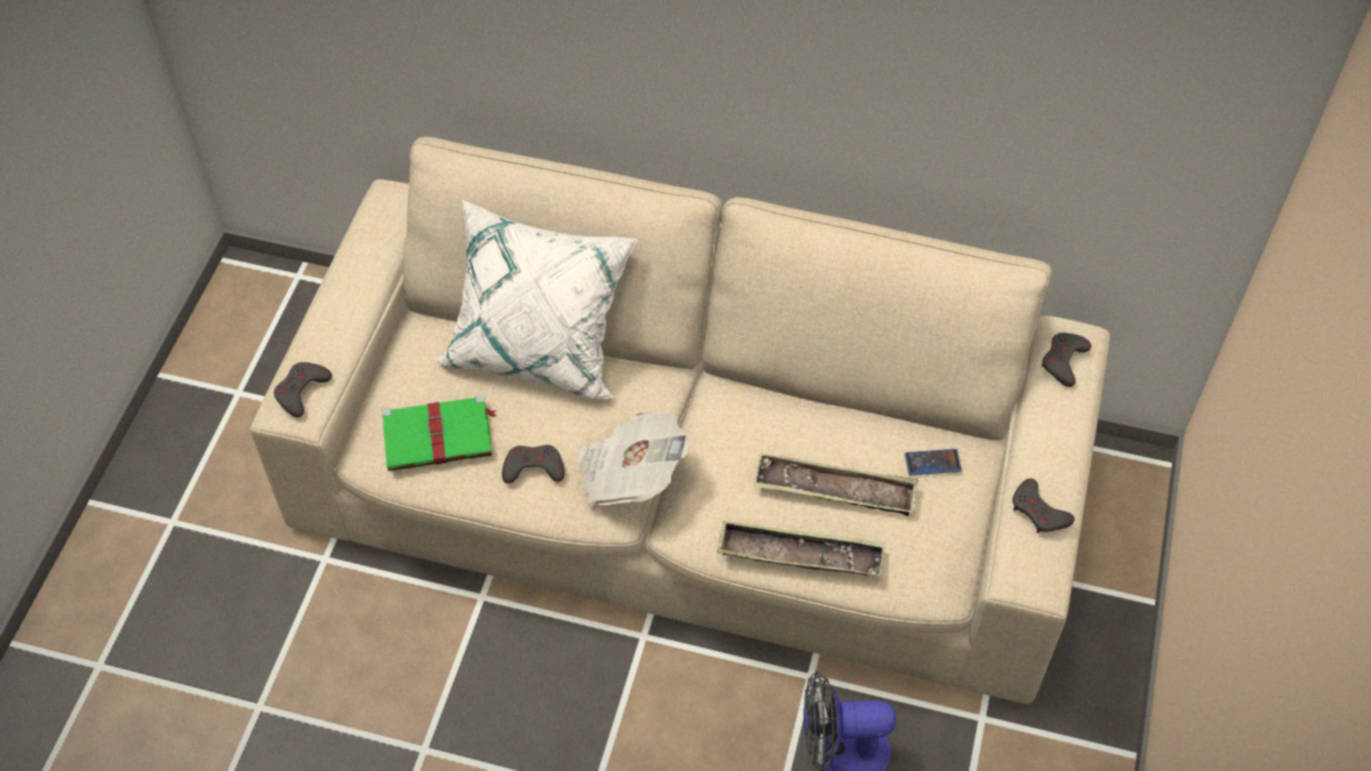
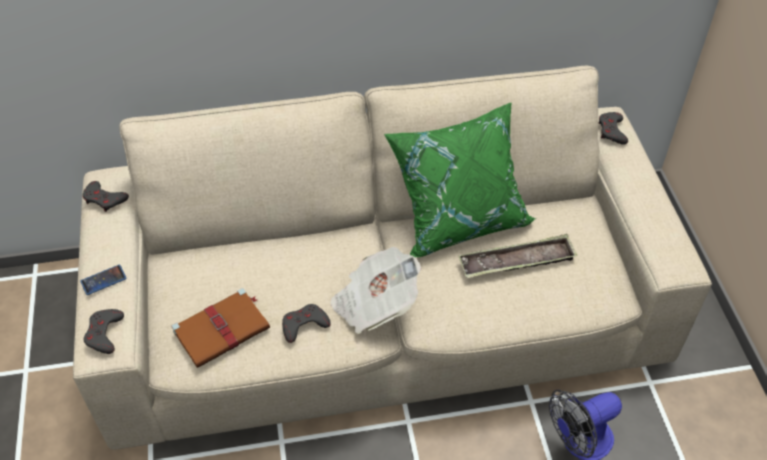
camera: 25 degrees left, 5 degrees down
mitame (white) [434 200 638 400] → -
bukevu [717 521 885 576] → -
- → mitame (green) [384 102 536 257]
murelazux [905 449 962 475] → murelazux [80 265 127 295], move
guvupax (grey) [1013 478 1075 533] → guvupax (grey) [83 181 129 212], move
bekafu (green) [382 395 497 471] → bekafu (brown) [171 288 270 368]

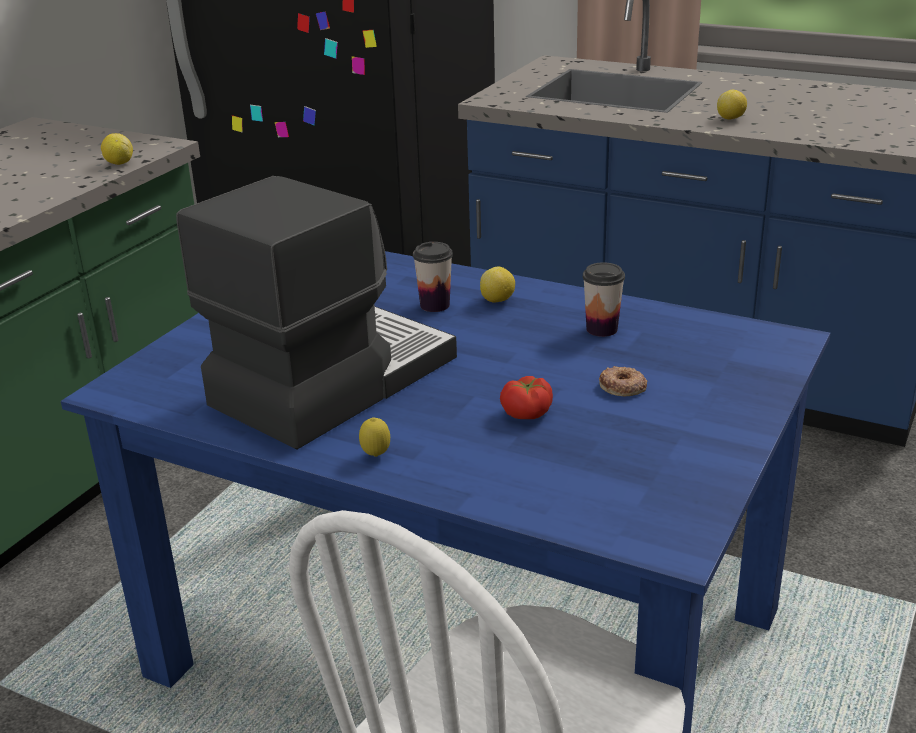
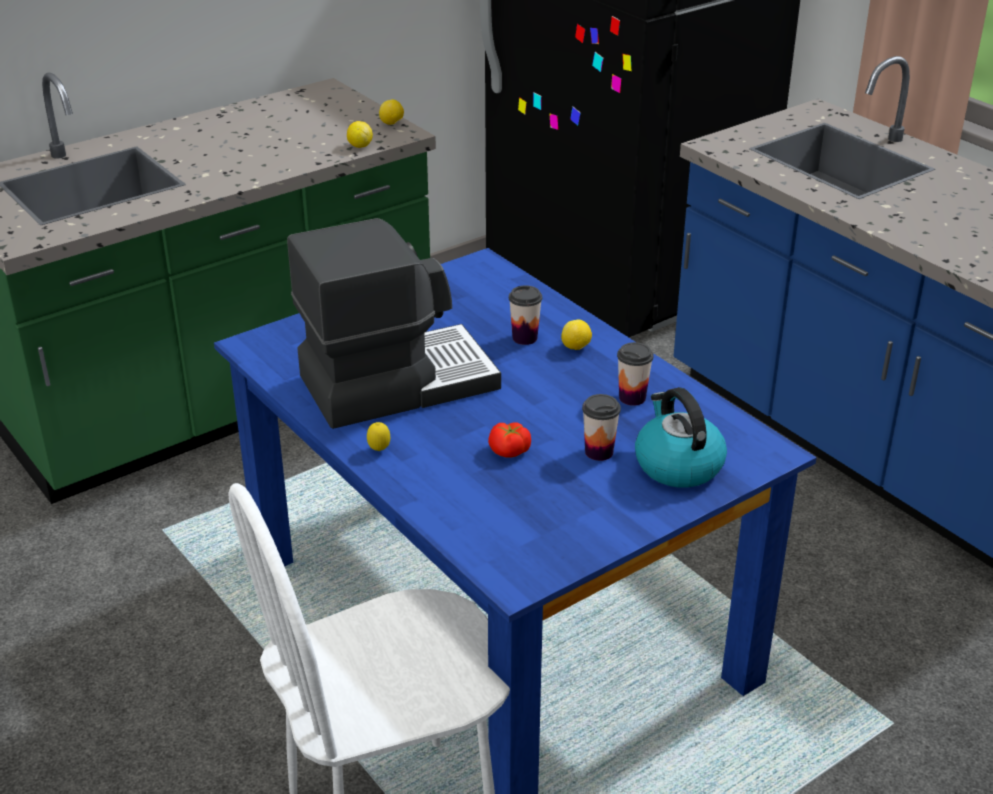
camera: 25 degrees right, 5 degrees up
- → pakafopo [635 387 727 488]
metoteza [717 90 747 120] → metoteza [379 99 404 125], move
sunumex [599 366 647 396] → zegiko [582 394 621 461]

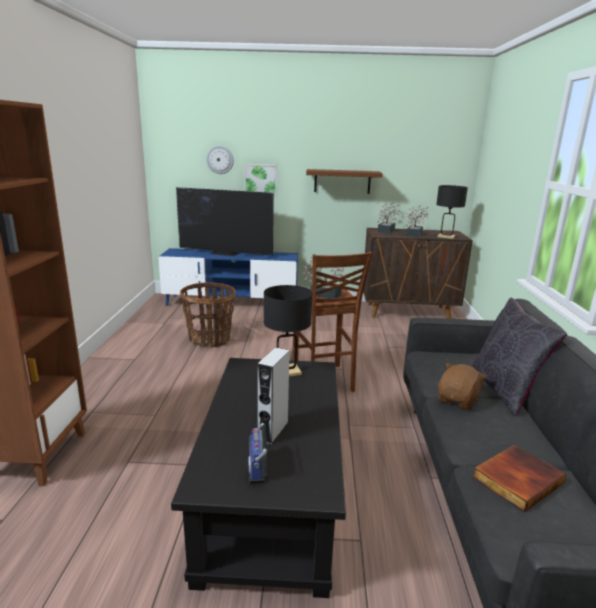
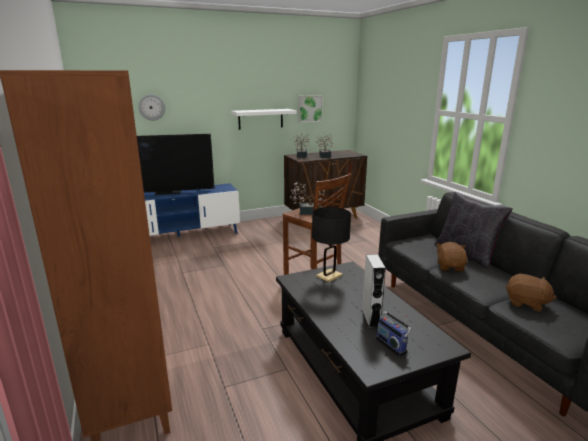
camera: 25 degrees left, 0 degrees up
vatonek [180 282 236 348] → -
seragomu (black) [436 185 468 239] → -
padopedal [244 164 277 198] → padopedal [298 95 323 123], move
bekafu [472 445 566 512] → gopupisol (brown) [505 273 557 312]
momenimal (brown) [306 169 383 194] → momenimal (white) [231 109 297 130]

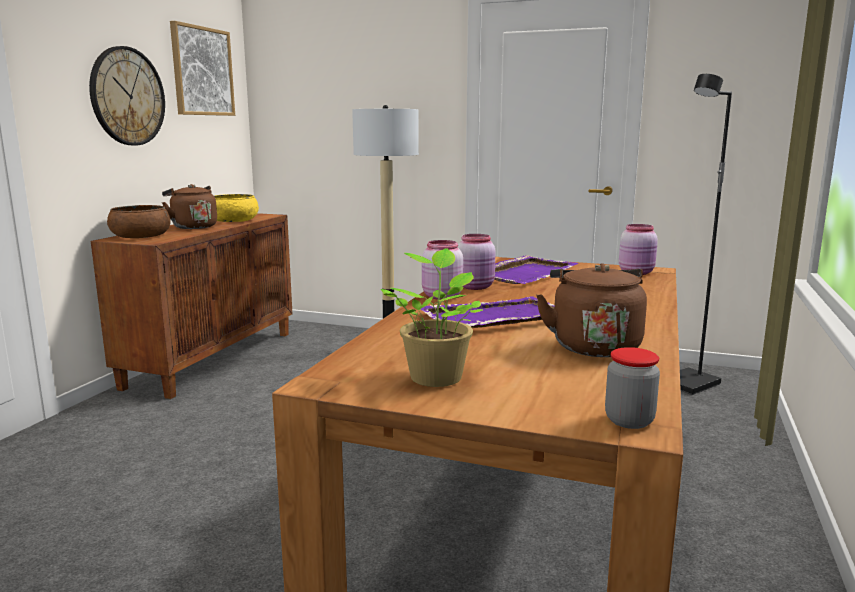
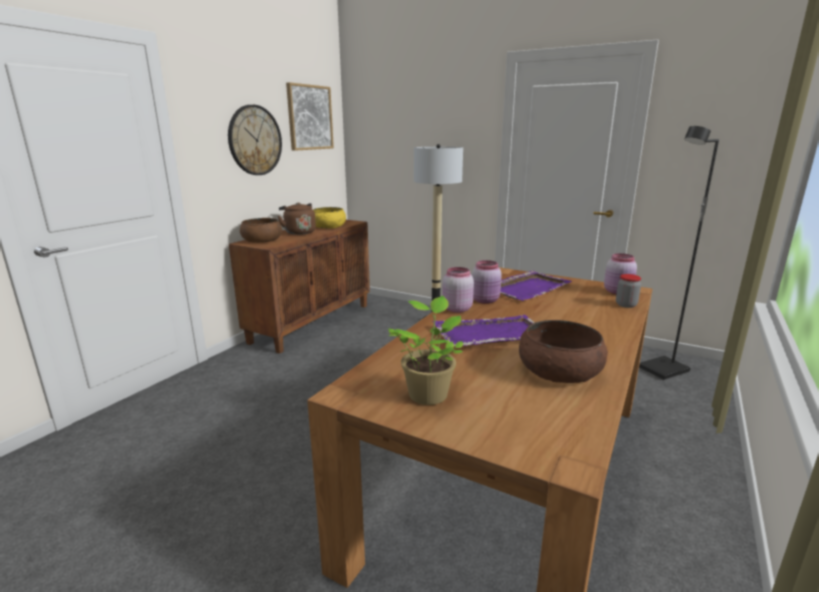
camera: 10 degrees right, 5 degrees up
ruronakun [605 347 660 429] → ruronakun [616 274 641 308], move
pakafopo (brown) [536 263 647 357] → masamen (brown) [519 320 608 383]

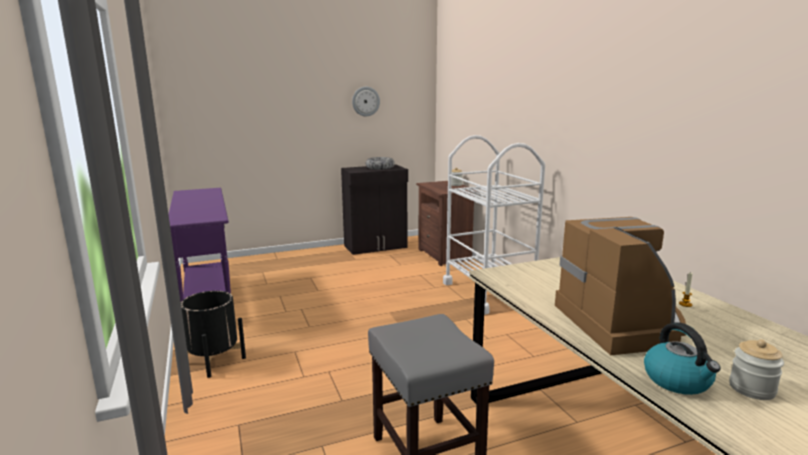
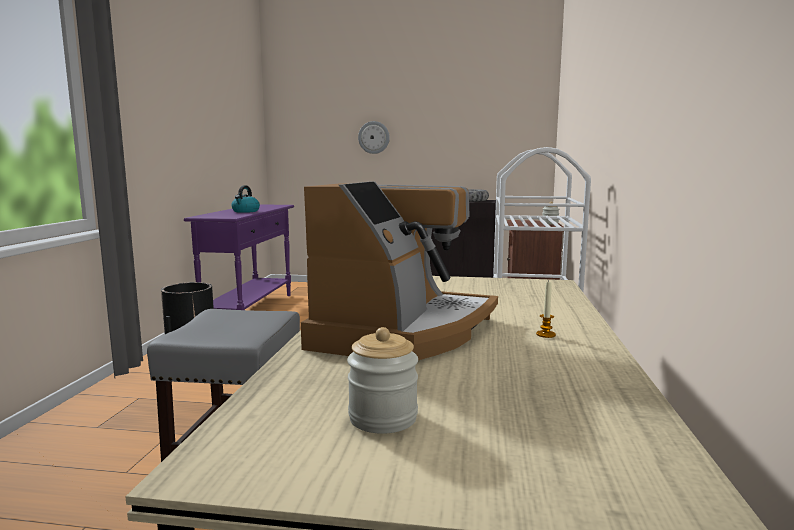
camera: 30 degrees right, 5 degrees down
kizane [352 87 380 116] → kizane [358 121 390 154], move
pakafopo [644 322 721 395] → pakafopo [231 185 260 213], move

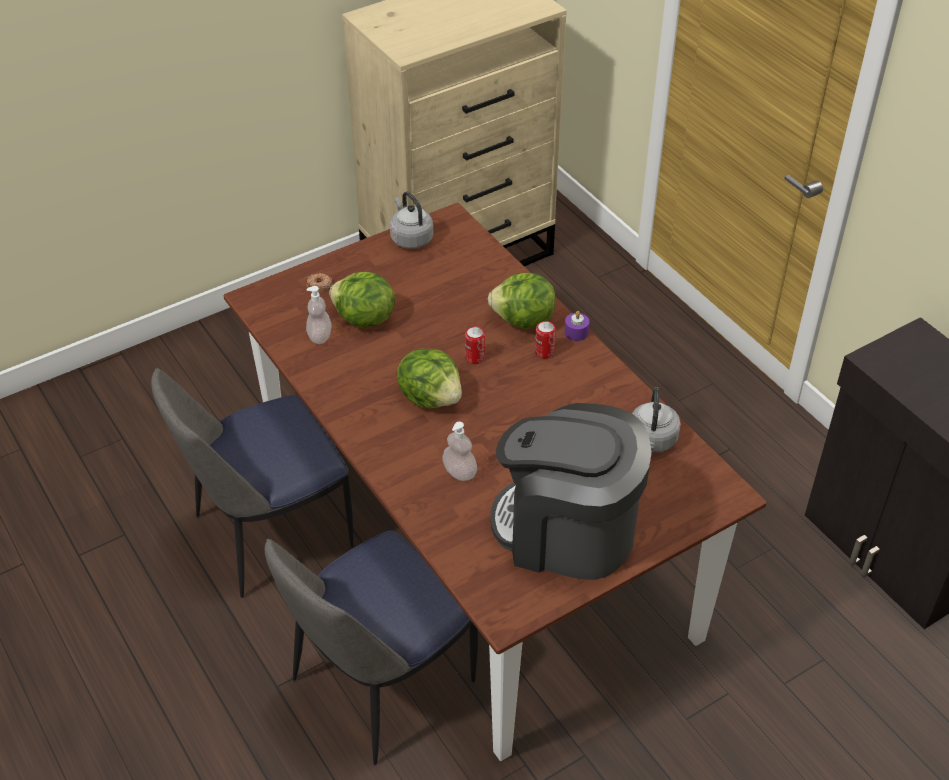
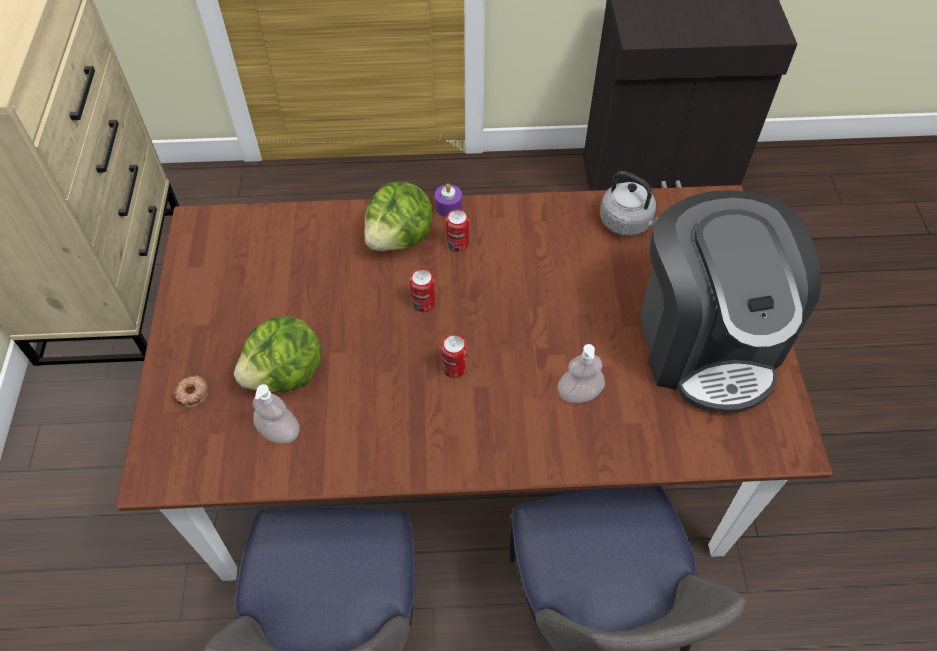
camera: 60 degrees left, 10 degrees up
pakafopo (grey) [390 192 433 249] → -
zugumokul [397 349 462 408] → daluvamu [441 335 467 378]
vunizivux [490 403 652 580] → vunizivux [641 190 821 413], 60 degrees counterclockwise

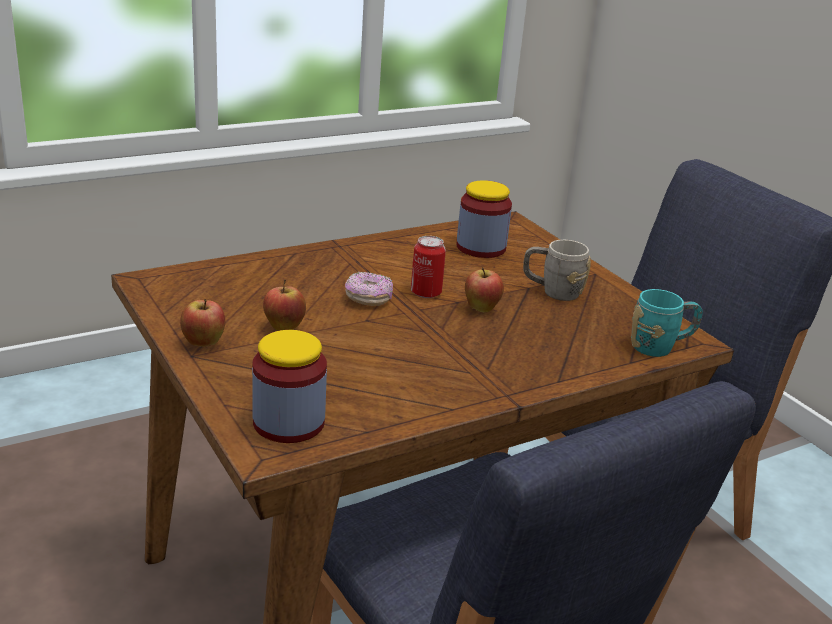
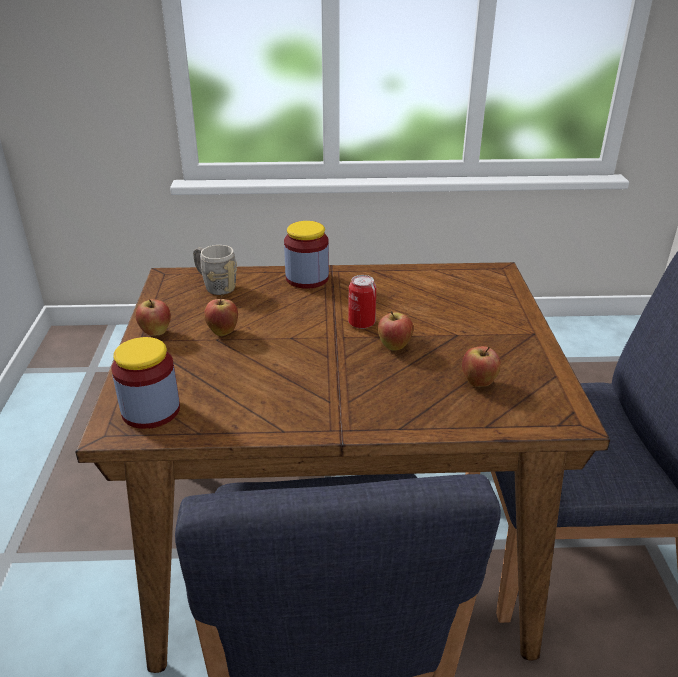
camera: 30 degrees right, 5 degrees up
sunumex [345 272 393 306] → -
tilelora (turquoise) [631 289 703 357] → -
- → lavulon [462 346 501 387]
ruronakun [456 180 512 258] → ruronakun [284 221 329 289], move
tilelora (grey) [523 240 591 301] → tilelora (grey) [193 245 237 295], move

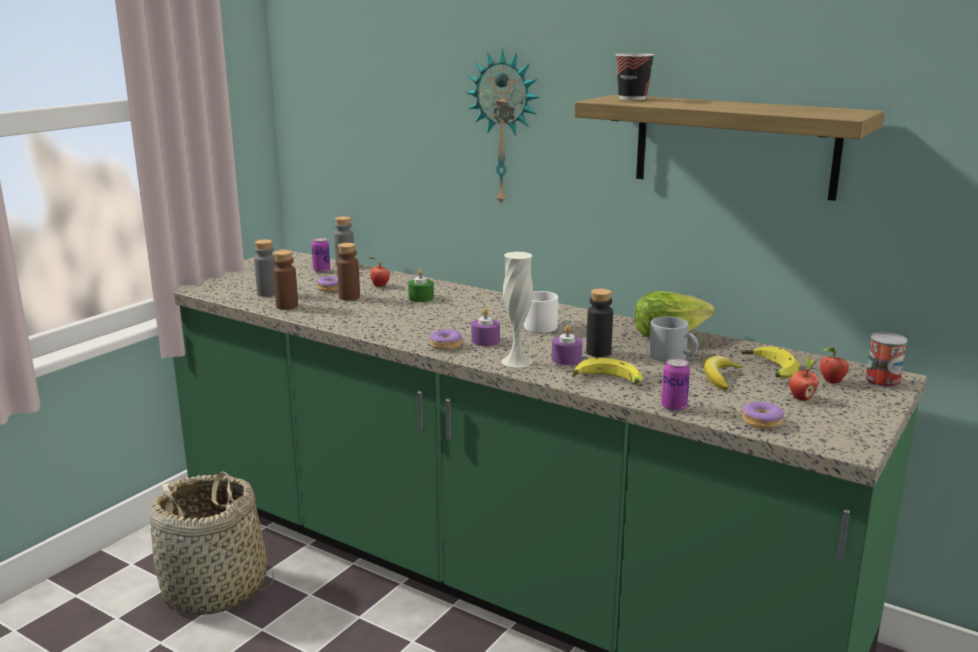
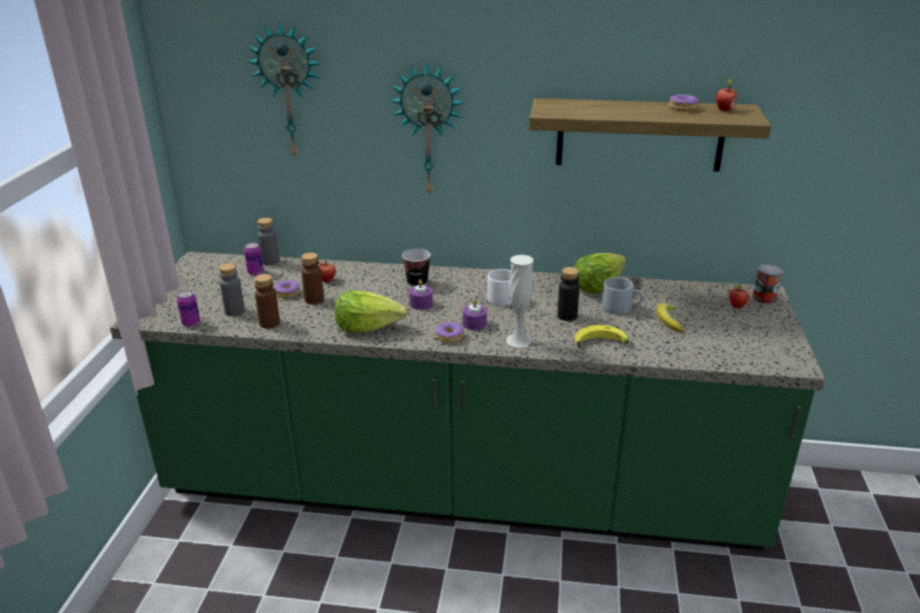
camera: 25 degrees left, 10 degrees up
vatonek [150 472 273 615] → -
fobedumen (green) [408 269 434 302] → -
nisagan [741 346 800 379] → -
- → kizane [247 21 321 158]
- → zugumokul [335 290 407 333]
fobedumen (purple) [552 325 583 365] → fobedumen (purple) [409 279 433 310], move
zegiko [615 53 654 100] → zegiko [402 249 431 287], move
daluvamu [661 358 690 411] → daluvamu [177 290 200 327], move
sunumex [742 401 784 429] → sunumex [669 94 699 111], move
lavulon [789 358 819 401] → lavulon [716 78 737 111], move

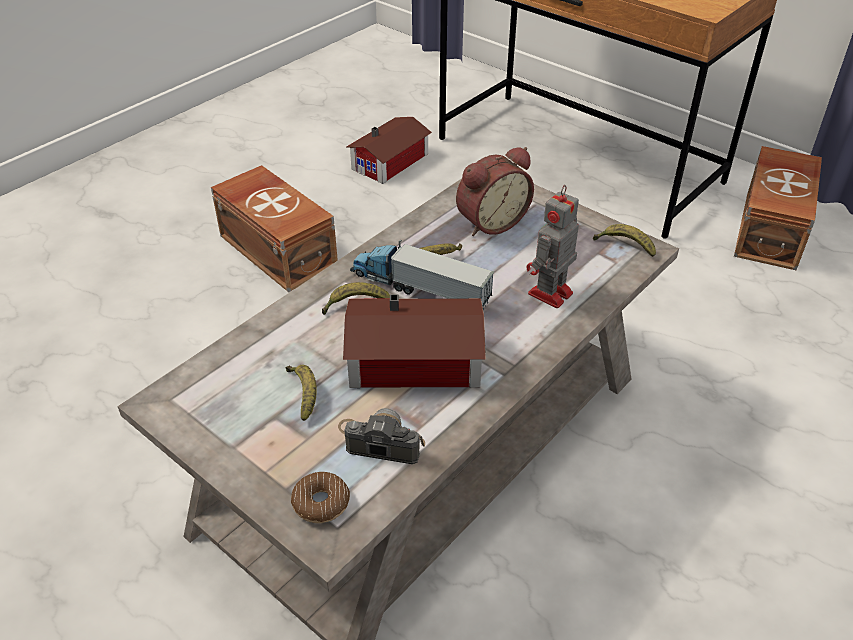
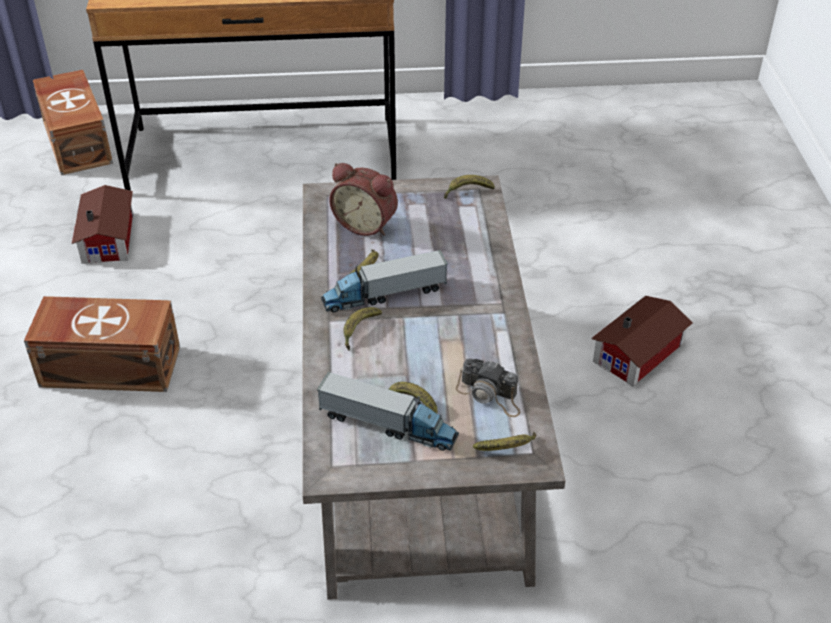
camera: 45 degrees left, 0 degrees up
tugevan [526 185 579 308] → -
- → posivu [317 372 459 451]
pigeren [343 295 486 388] → pigeren [591 296 693 386], move
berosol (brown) [734 146 822 270] → berosol (brown) [33 70 113 175], move
sunumex [291 472 350 523] → nisagan [473 432 537 451]
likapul [338 408 425 464] → likapul [456 358 520 417], 120 degrees counterclockwise
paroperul [456 147 534 236] → paroperul [329 163 398 236], 105 degrees clockwise

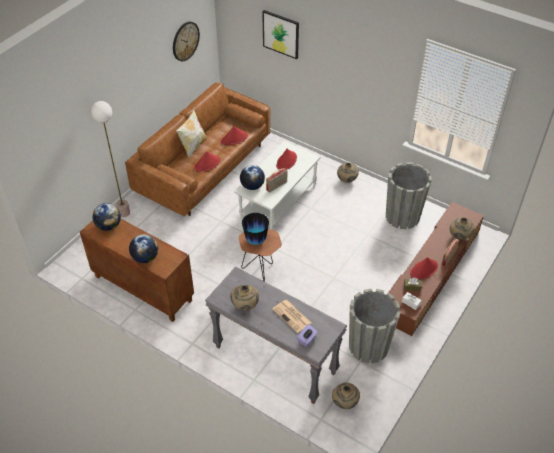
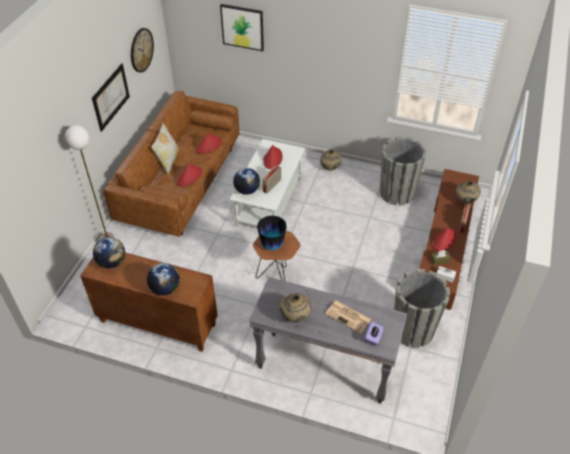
camera: 15 degrees left, 0 degrees up
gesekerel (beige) [332 383 360 409] → -
- → padopedal [92 63 130 132]

